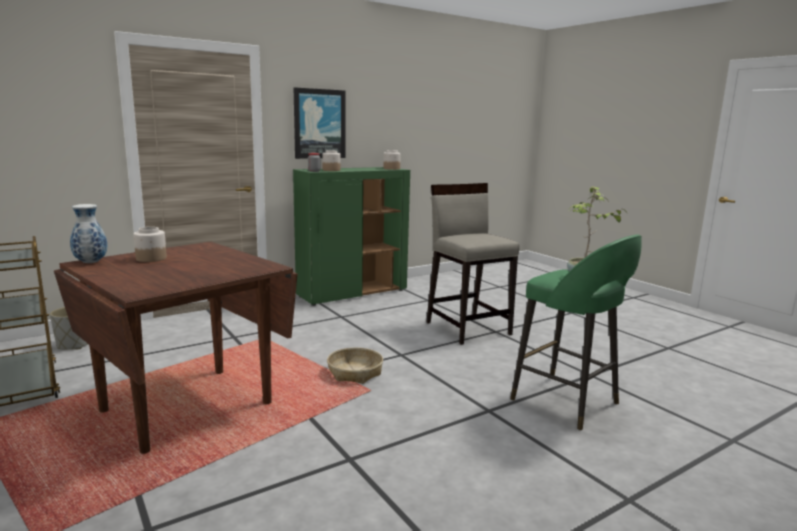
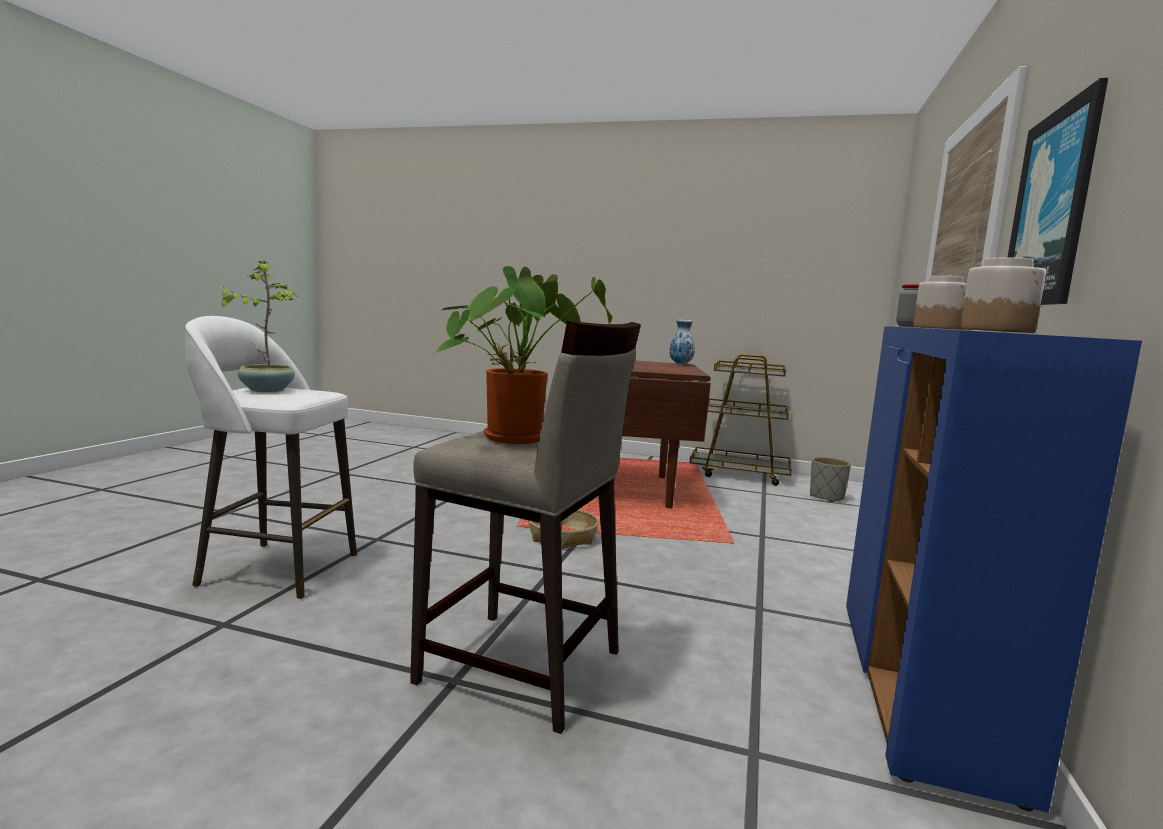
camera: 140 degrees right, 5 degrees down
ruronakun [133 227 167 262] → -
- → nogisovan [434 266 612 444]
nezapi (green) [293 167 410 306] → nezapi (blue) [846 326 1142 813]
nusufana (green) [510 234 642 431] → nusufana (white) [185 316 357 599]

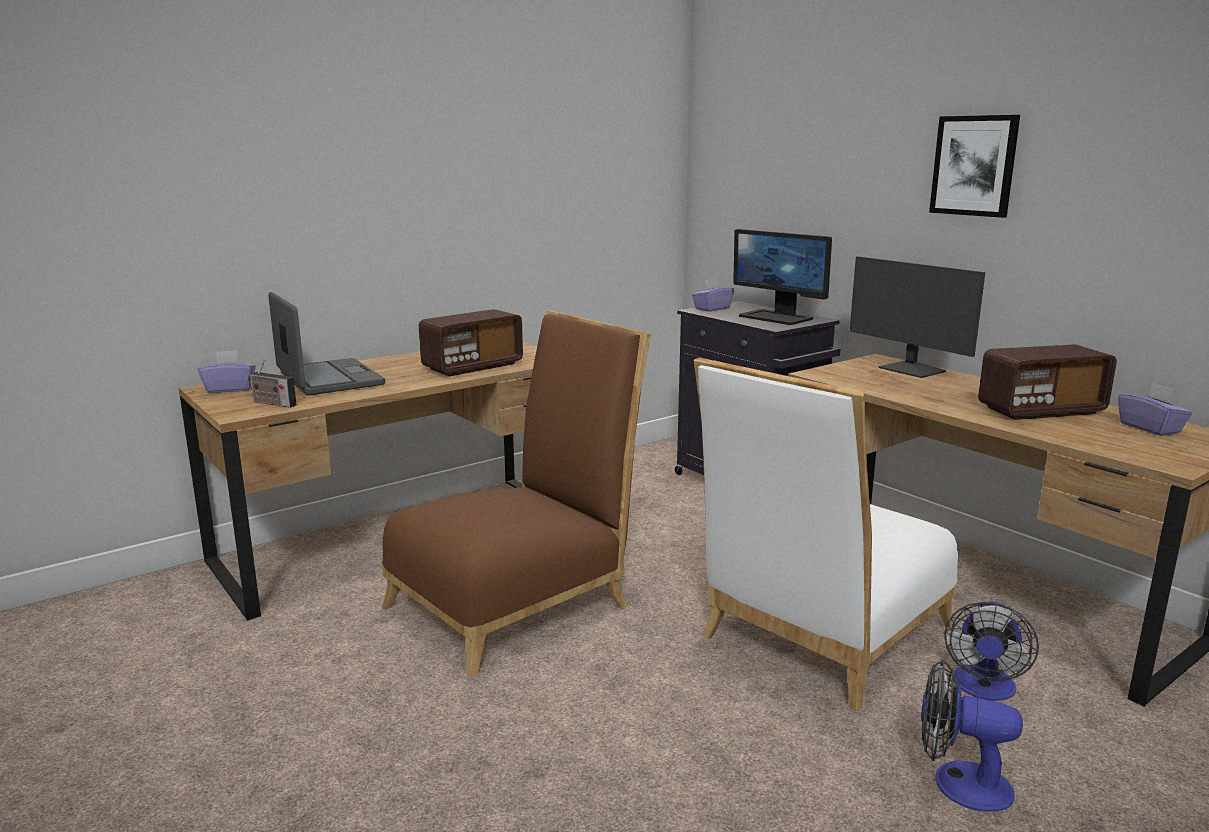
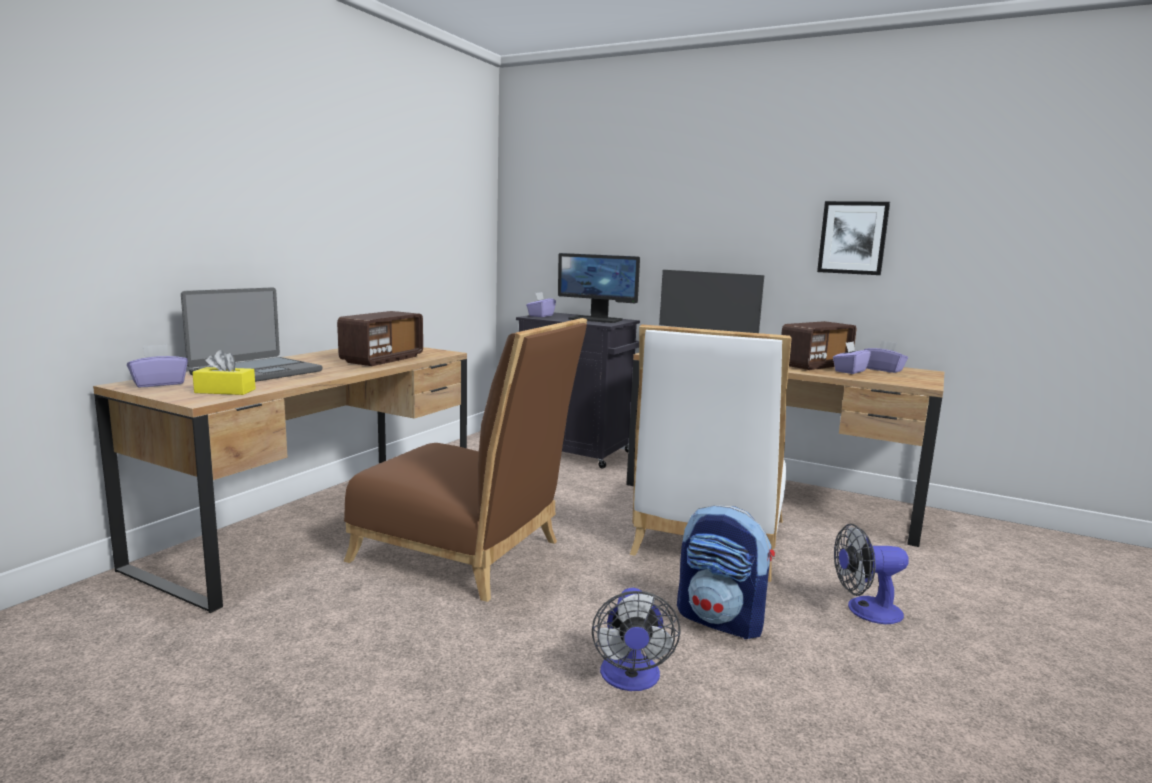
camera: 25 degrees left, 5 degrees down
- → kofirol [677 505 775 639]
- → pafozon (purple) [833 341 871 374]
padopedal [929 115 1020 218] → padopedal [817 201 890 275], move
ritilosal [944 601 1039 701] → ritilosal [592 588 680 691], move
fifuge [248 359 296 408] → pafozon (yellow) [192 350 256 395]
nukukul [268 292 385 395] → nukukul [181 287 322 382], 90 degrees clockwise
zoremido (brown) [381 310 651 678] → zoremido (brown) [344 318 587 602], 90 degrees clockwise

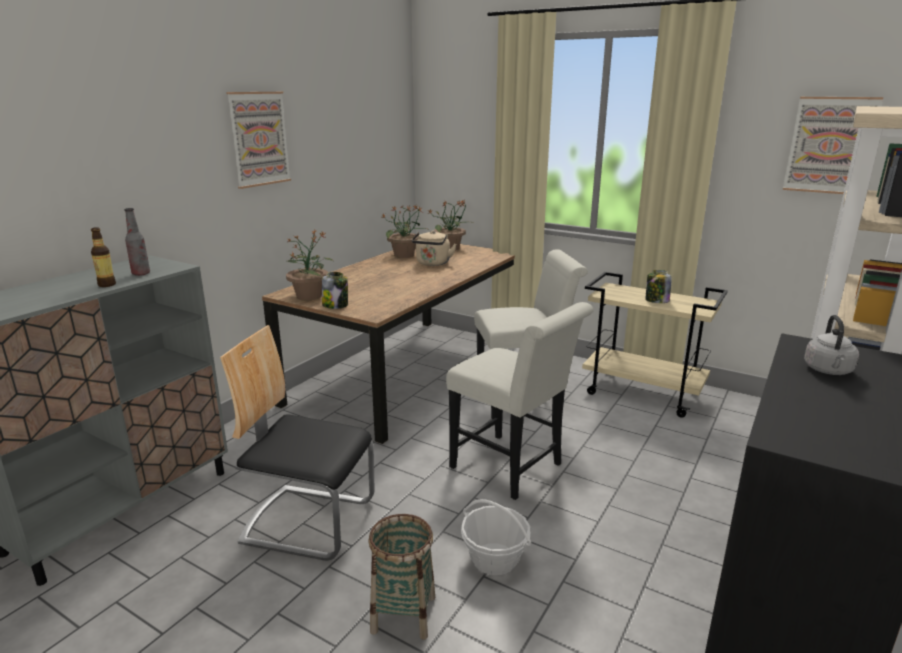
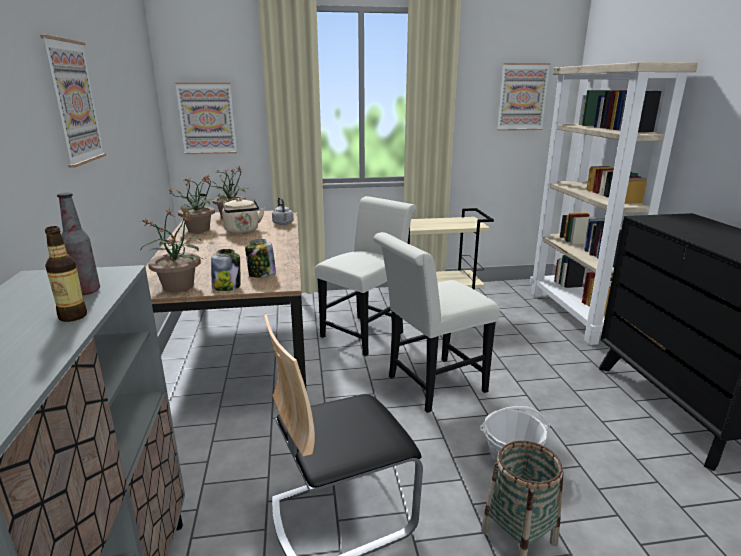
camera: 40 degrees left, 0 degrees up
- → padopedal [175 83 237 154]
ruronakun [645 270 672 303] → ruronakun [245 239 276 278], move
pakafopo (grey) [804 315 859 375] → pakafopo (grey) [272 197 294 225], move
zoremido (white) [446 302 594 500] → zoremido (white) [373 232 500 413], 150 degrees clockwise

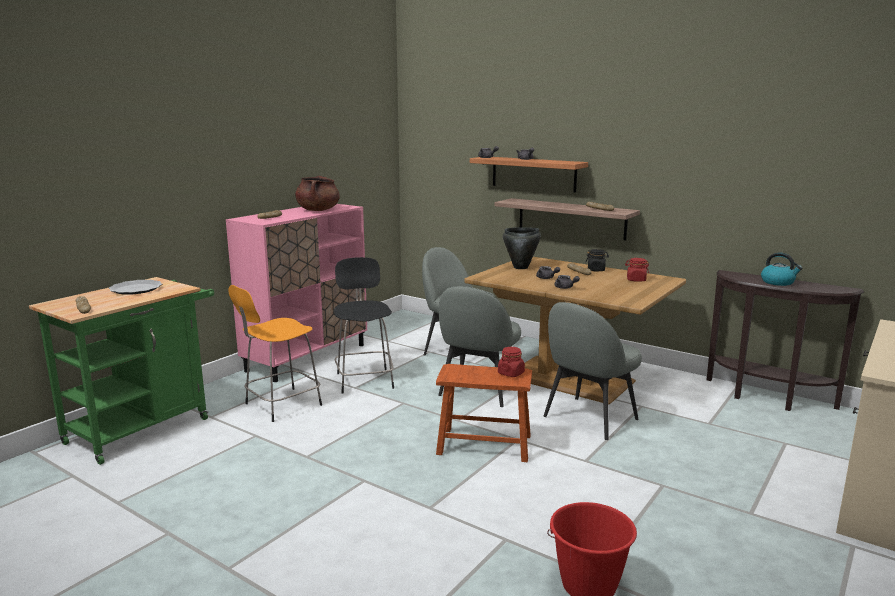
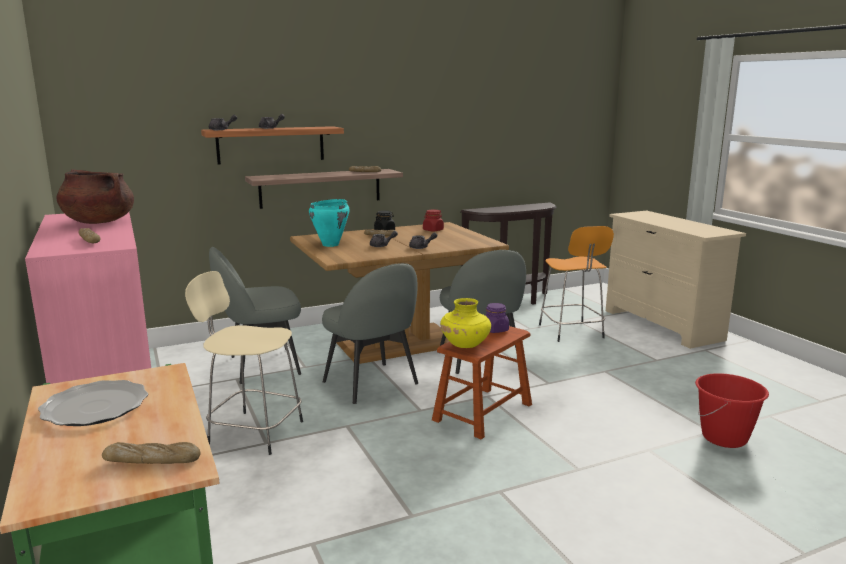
camera: 60 degrees left, 0 degrees up
pakafopo [761 252 803 286] → -
- → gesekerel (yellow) [440 298 491 348]
nusufana (orange) [228 285 322 422] → nusufana (orange) [539 226 614 342], move
nusufana (black) [334 257 394 394] → nusufana (beige) [185 271 303 455]
ruronakun (red) [498 347 525 377] → ruronakun (purple) [485 303 509 333]
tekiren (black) [503 227 541 269] → tekiren (turquoise) [309 199 350 247]

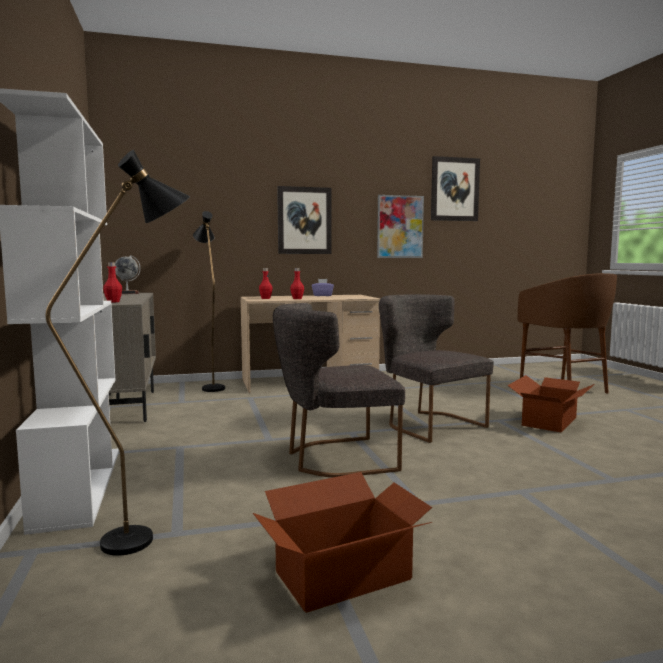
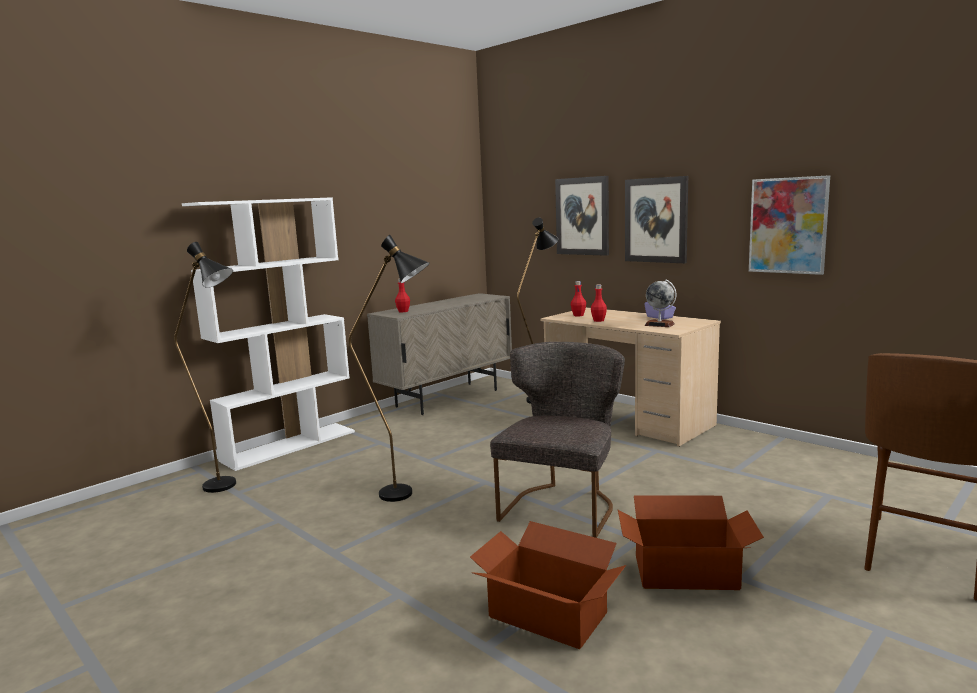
camera: 60 degrees right, 5 degrees up
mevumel [115 255 141 294] → mevumel [645 280 677 327], move
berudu [253 472 432 613] → berudu [470 521 626 649], move
padopedal [431 156 480 221] → padopedal [555 176 609 256], move
zoremido (grey) [273 303 405 477] → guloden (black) [348 235 430 502]

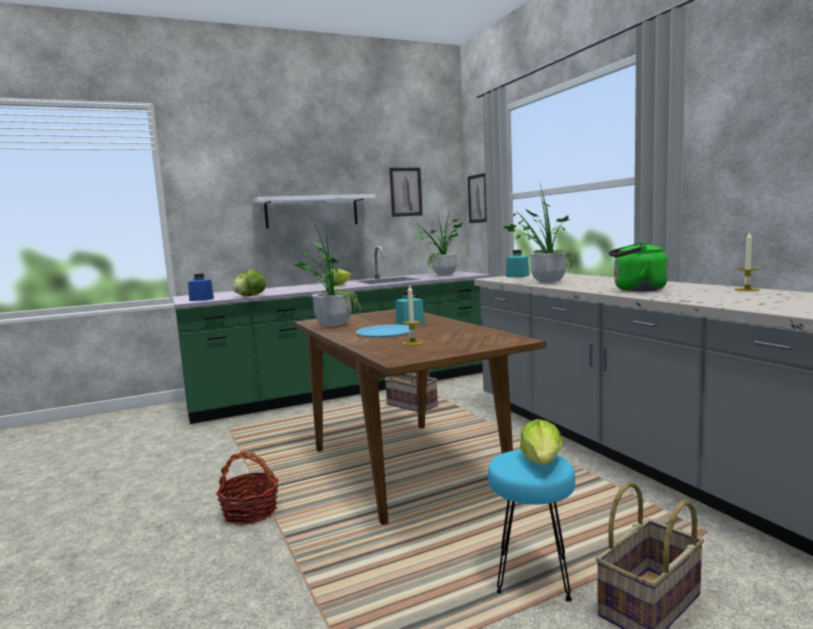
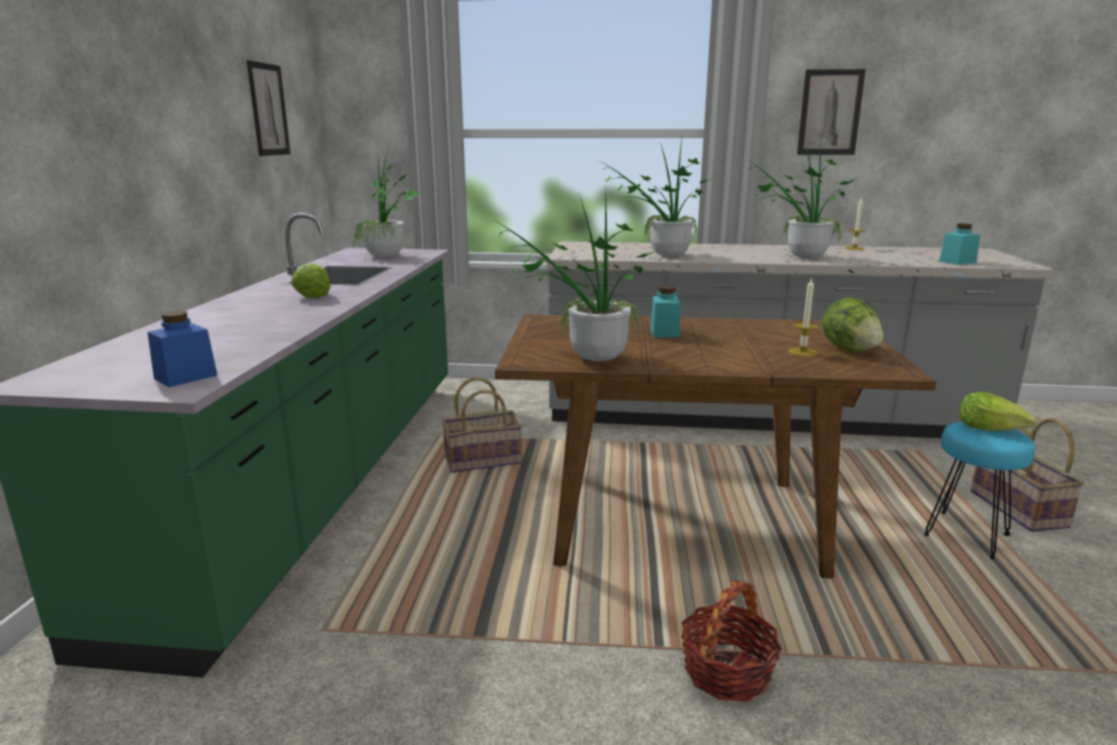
camera: 60 degrees left, 10 degrees up
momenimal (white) [252 194 375 228] → -
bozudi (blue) [356 325 409 338] → -
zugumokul [232 270 266 296] → zugumokul [822 297 883 352], move
padopedal [468 173 487 223] → padopedal [797 69 866 155], move
ruronakun (turquoise) [506 250 529 277] → ruronakun (turquoise) [939 223 980 265], move
pakafopo (green) [609 242 668 291] → nogisovan [746 142 857 258]

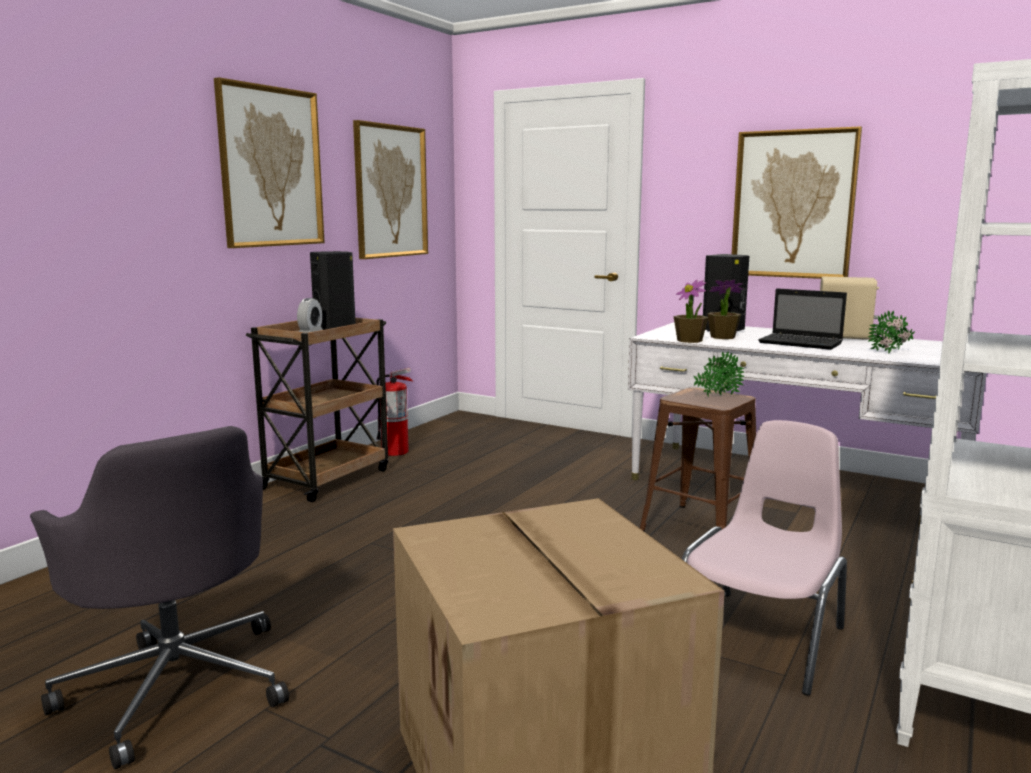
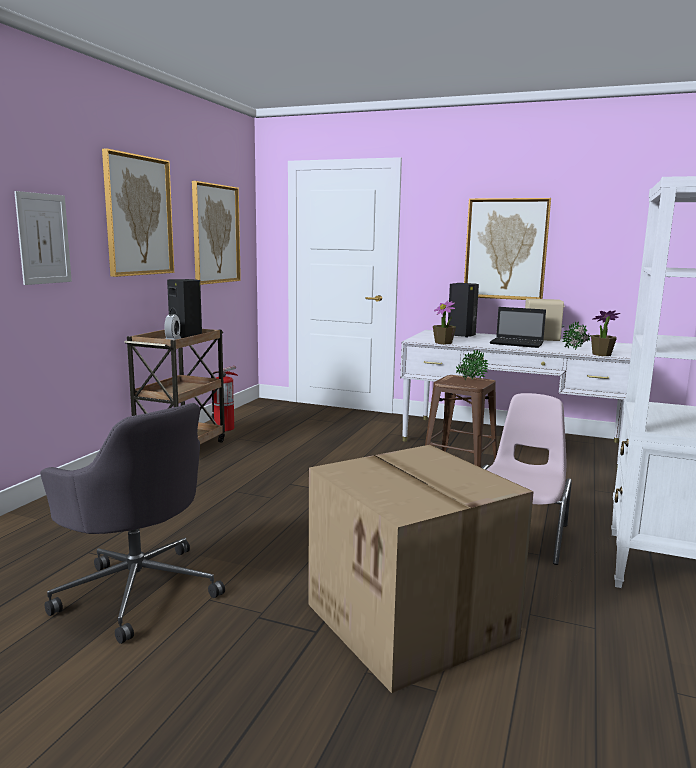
camera: 10 degrees left, 0 degrees up
- → padopedal [14 191 72 285]
nogisovan [707 280 743 339] → nogisovan [591 310 620 356], move

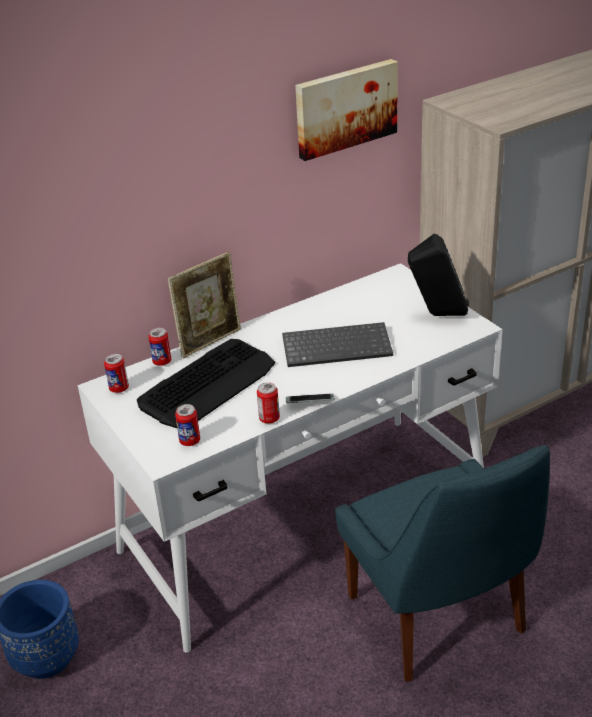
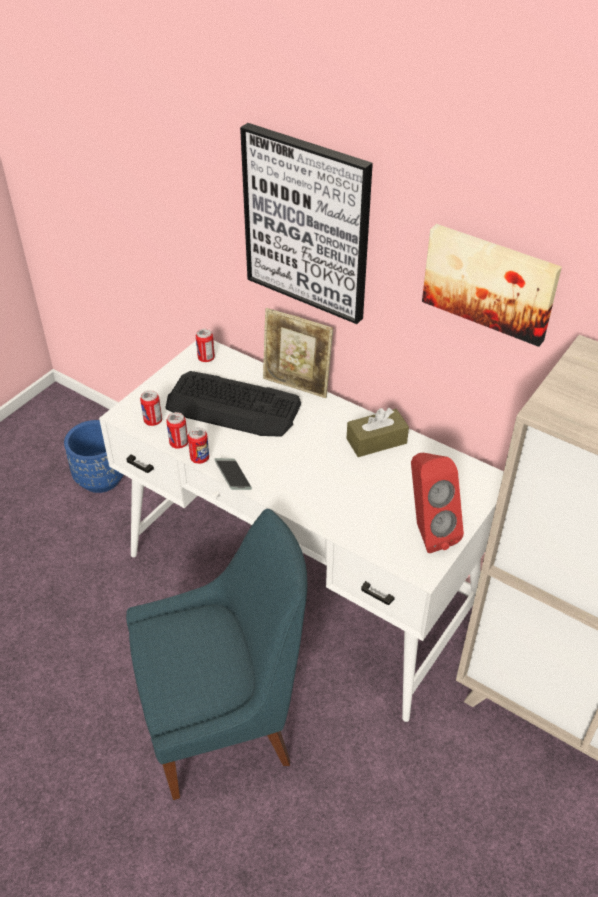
camera: 65 degrees right, 10 degrees up
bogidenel [282 322 393 367] → -
- → padopedal [240 123 373 324]
- → pafozon (brown) [347 408 409 457]
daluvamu [148 328 171 366] → daluvamu [166 412 188 449], move
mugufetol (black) [408 234 469 316] → mugufetol (red) [411 453 464 553]
zoremido (blue) [335 445 550 682] → zoremido (blue) [126 509 307 800], 150 degrees counterclockwise

